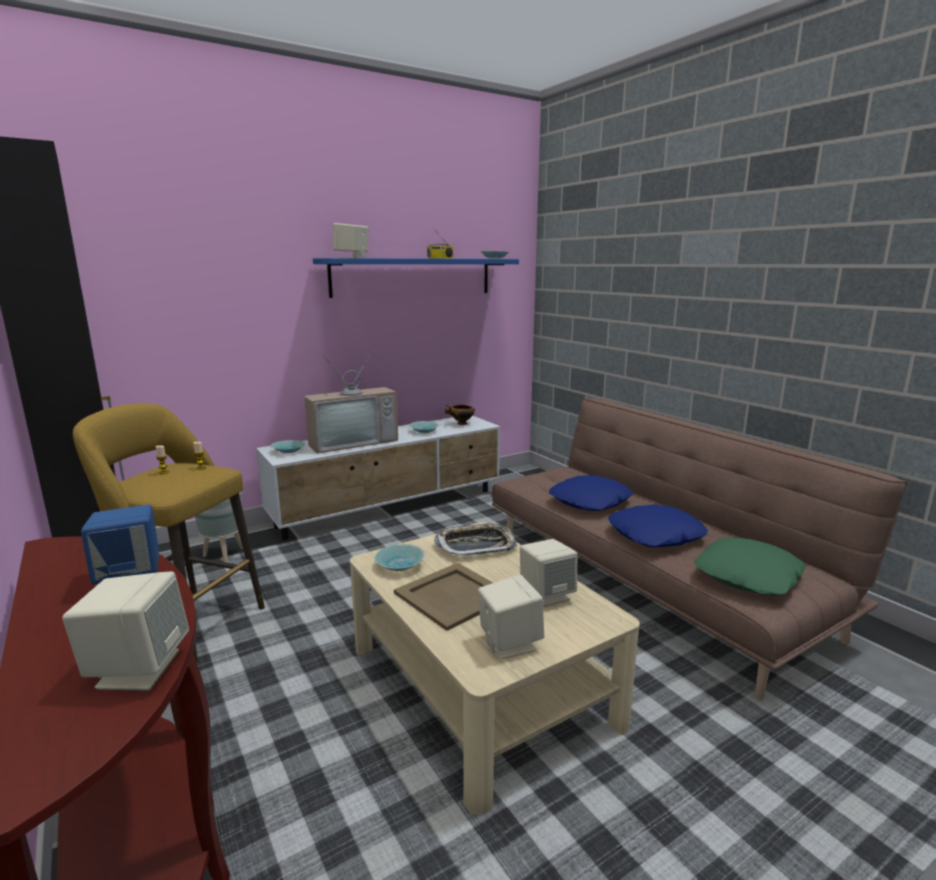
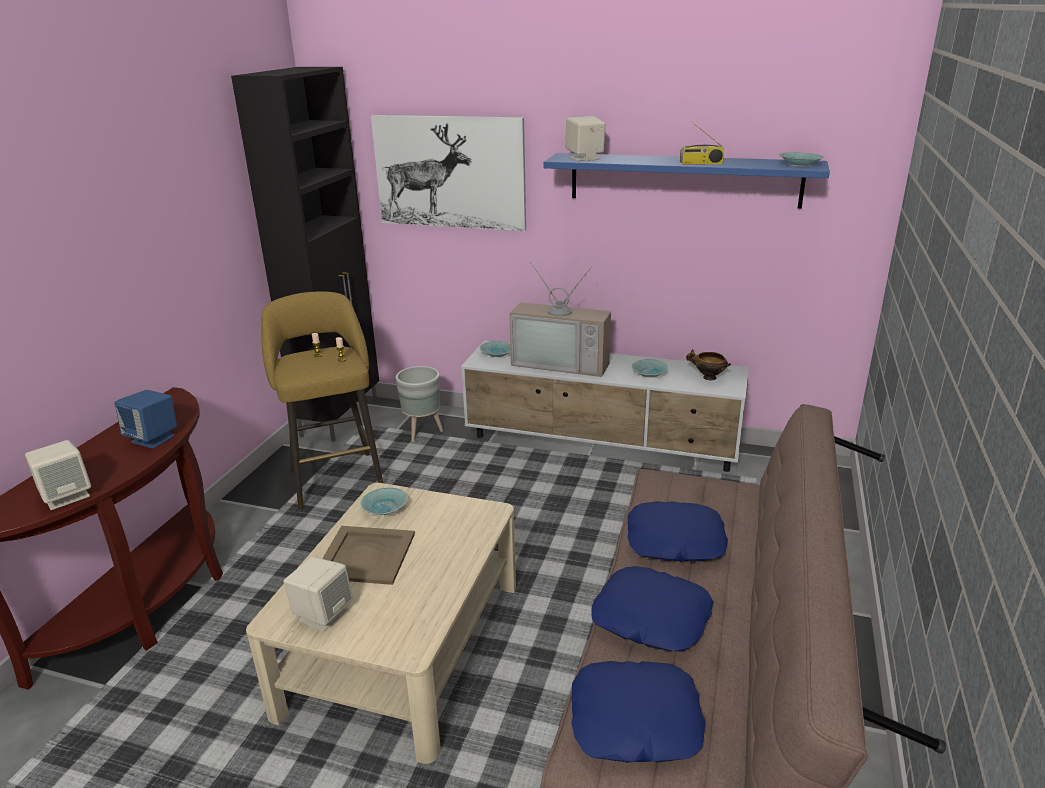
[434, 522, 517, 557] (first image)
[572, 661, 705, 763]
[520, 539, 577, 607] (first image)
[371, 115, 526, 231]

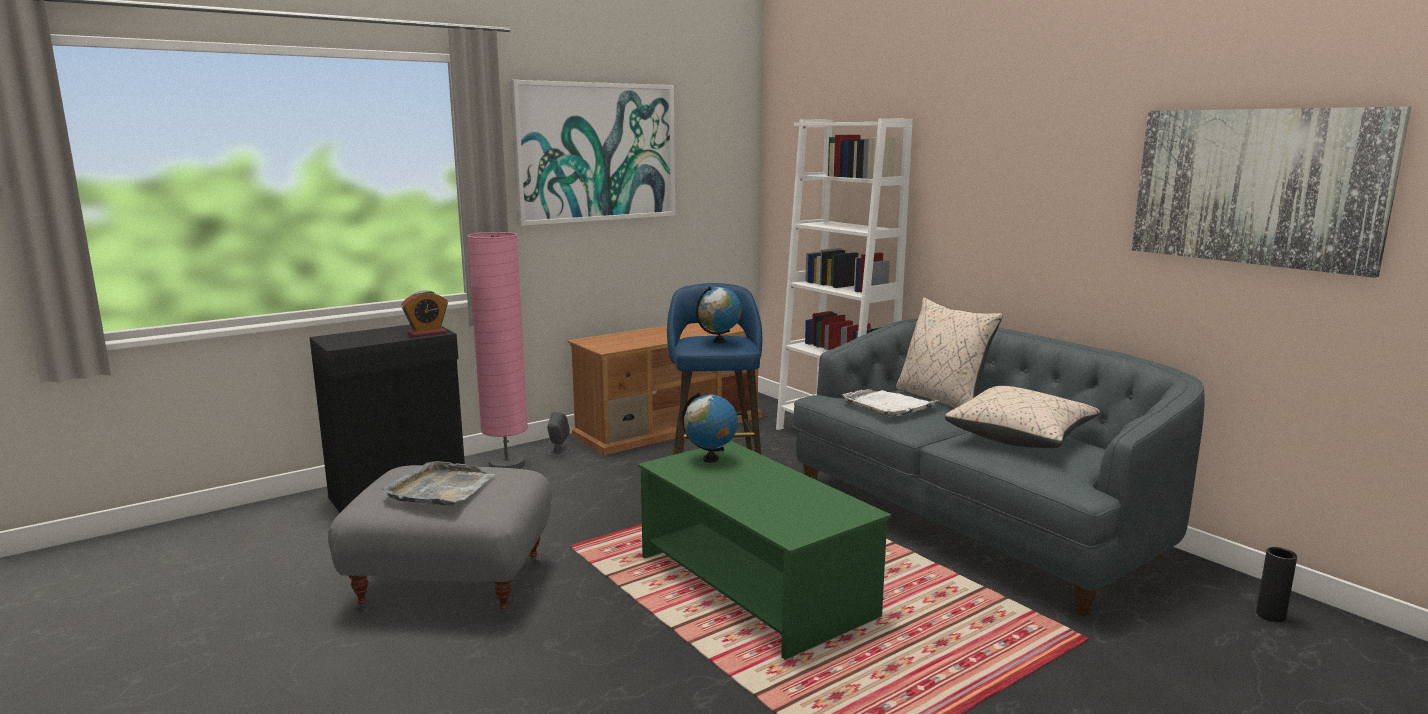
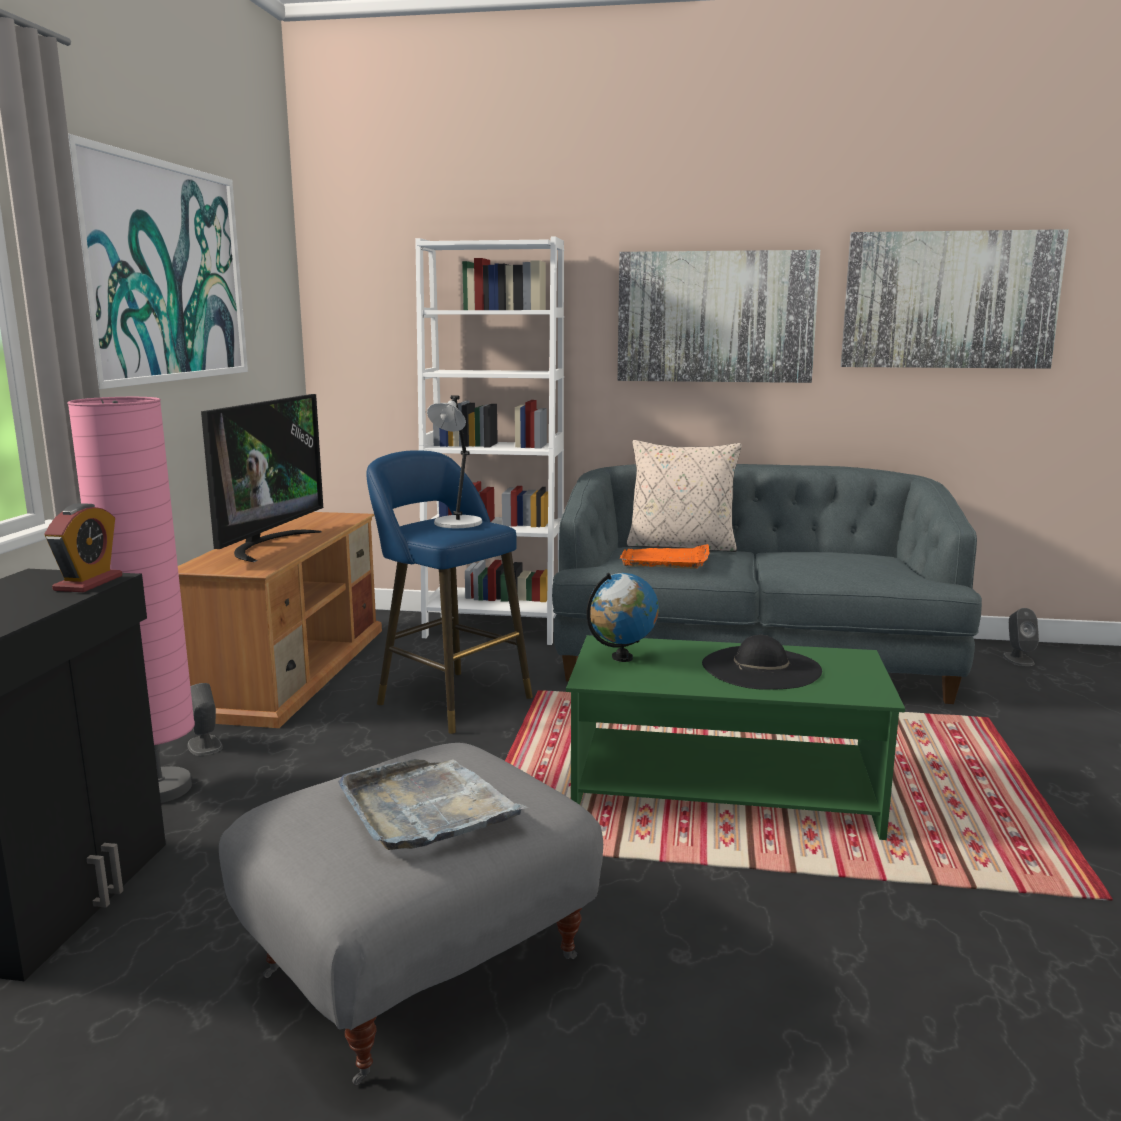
[427, 395, 482, 528]
[945, 386, 1100, 448] (first image)
[620, 544, 710, 569]
[1003, 608, 1039, 666]
[618, 250, 820, 383]
[201, 394, 323, 562]
[702, 635, 822, 690]

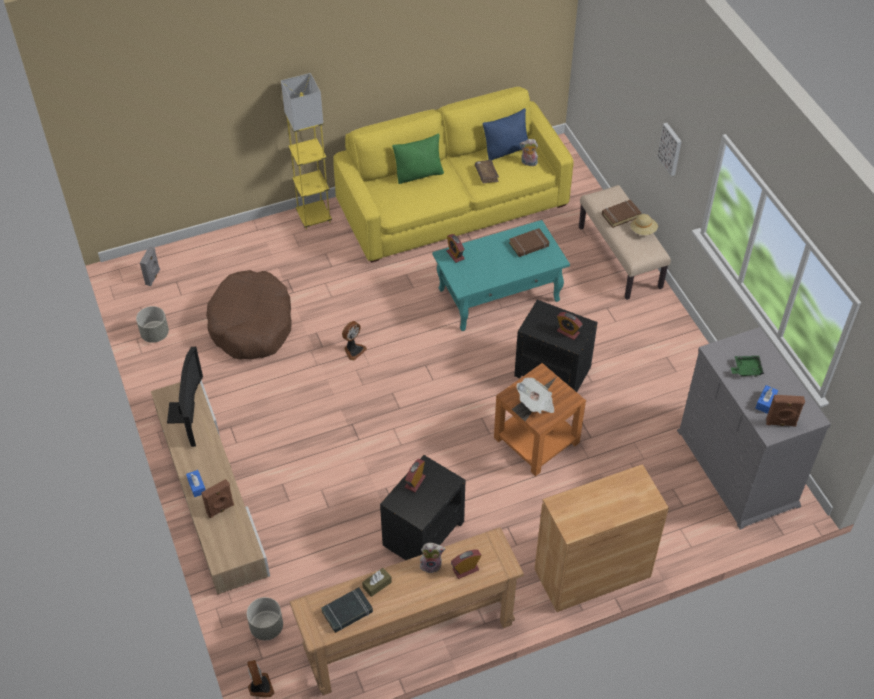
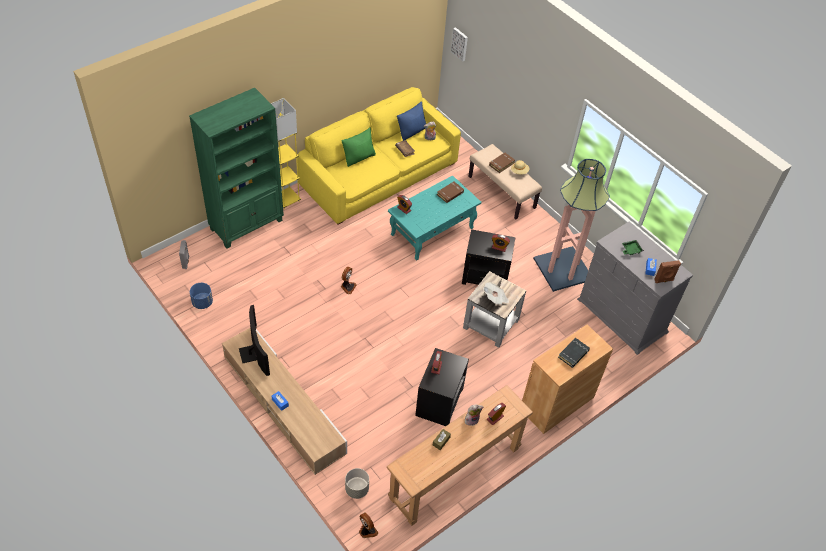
[451, 27, 468, 62]
[206, 270, 292, 360] (first image)
[190, 283, 213, 309]
[463, 271, 527, 348]
[201, 479, 234, 518] (first image)
[558, 338, 590, 368]
[189, 88, 284, 249]
[533, 159, 610, 292]

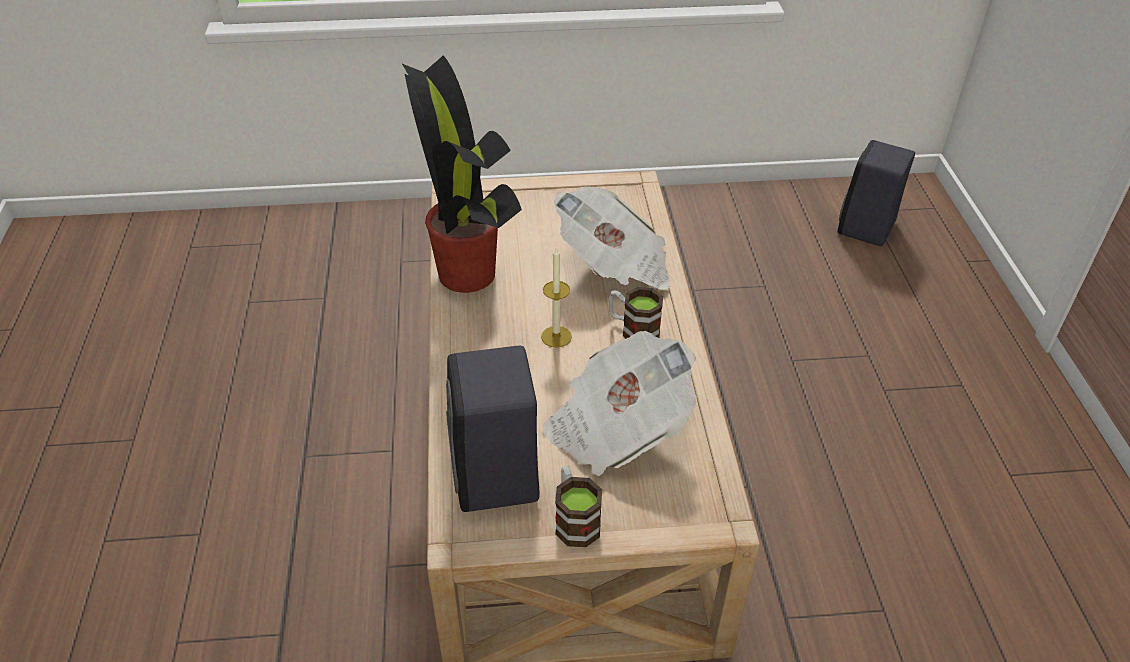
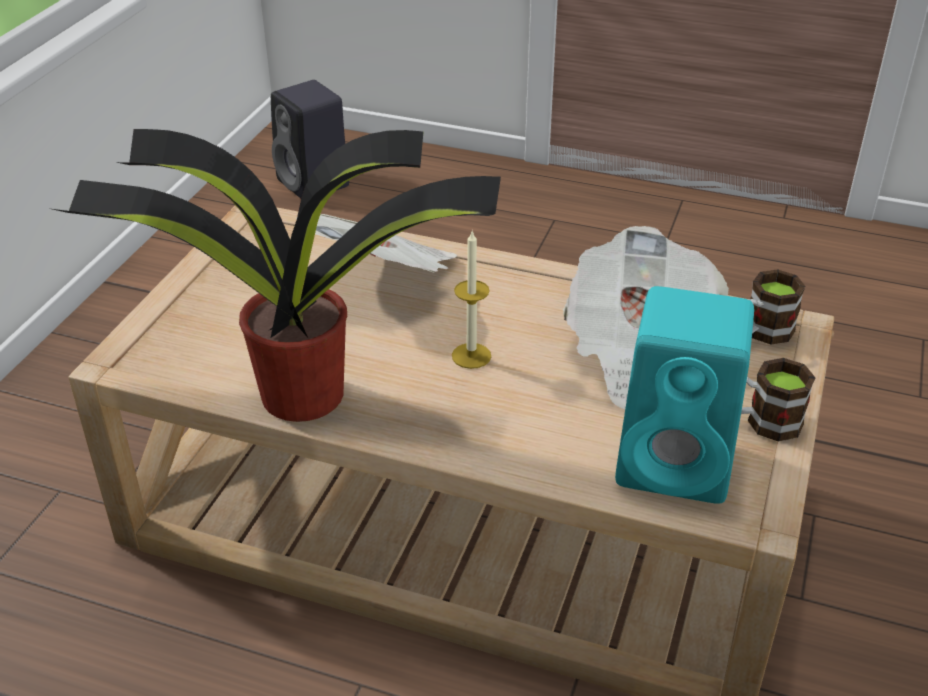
[748, 269, 806, 344]
[615, 286, 754, 504]

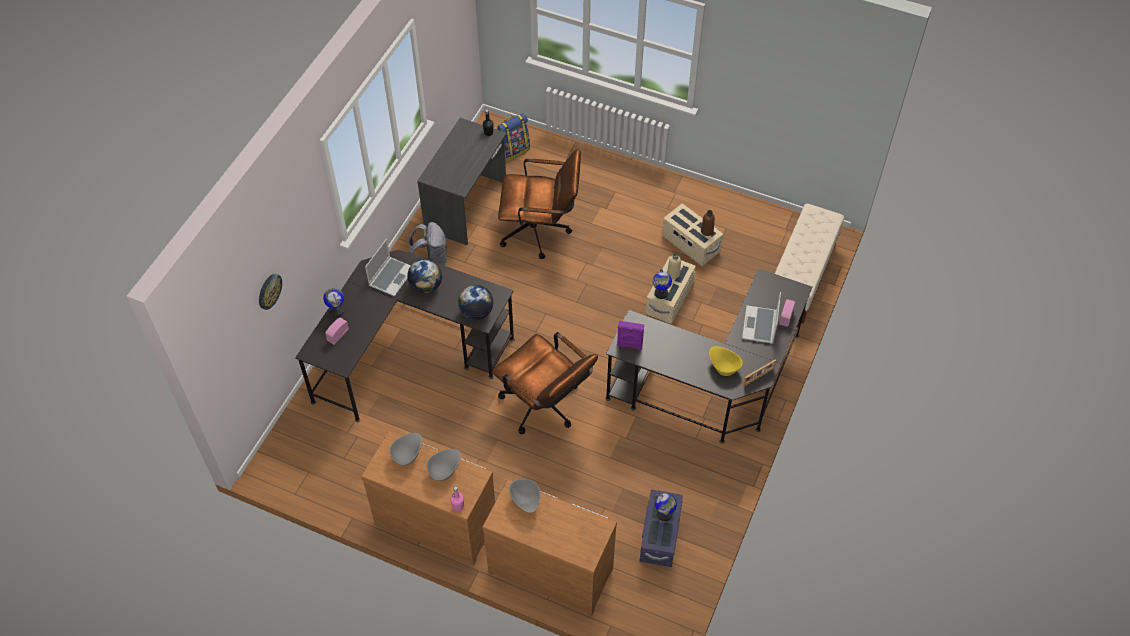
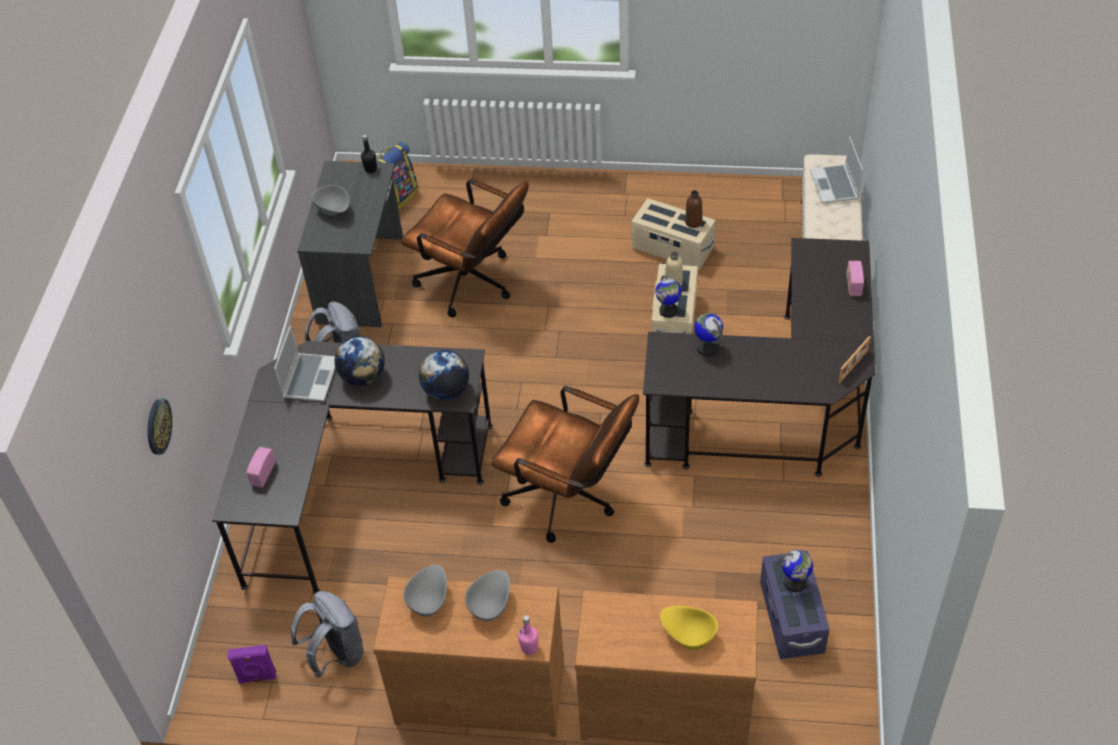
[401, 179, 529, 317]
[694, 313, 723, 356]
[810, 136, 863, 204]
[228, 645, 276, 684]
[660, 606, 718, 650]
[311, 185, 349, 215]
[291, 591, 363, 678]

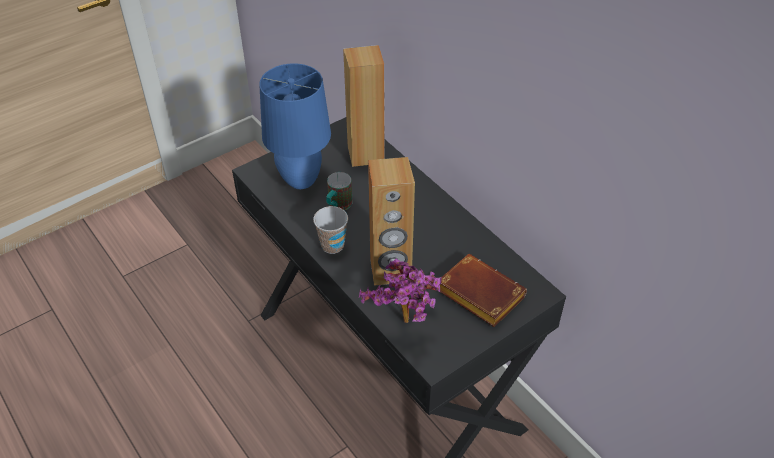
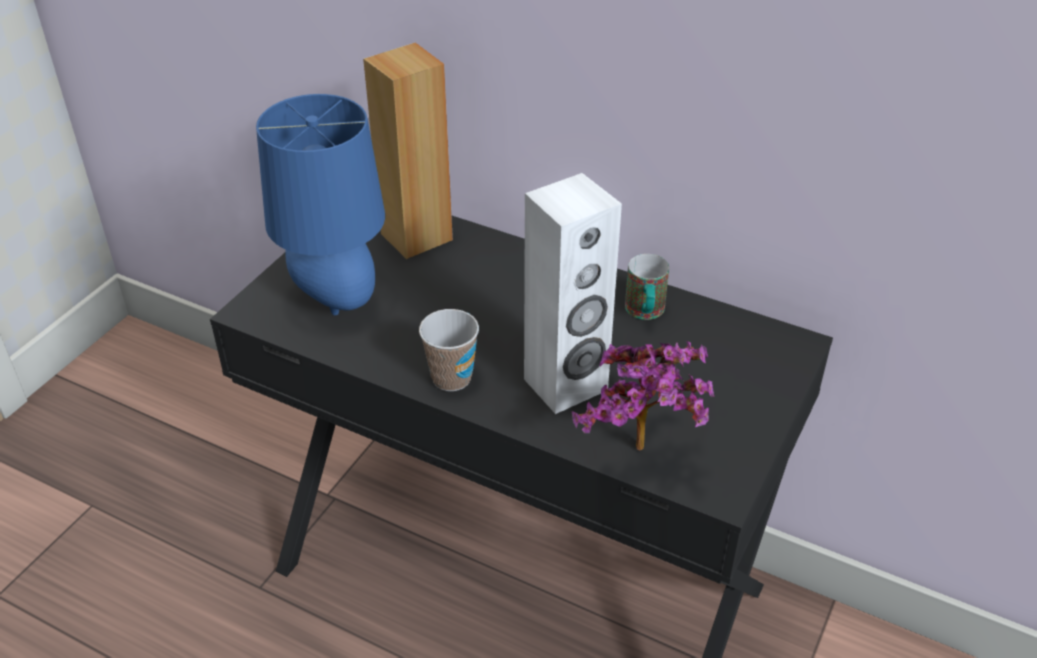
[524, 173, 622, 414]
[625, 254, 669, 320]
[440, 254, 527, 327] (first image)

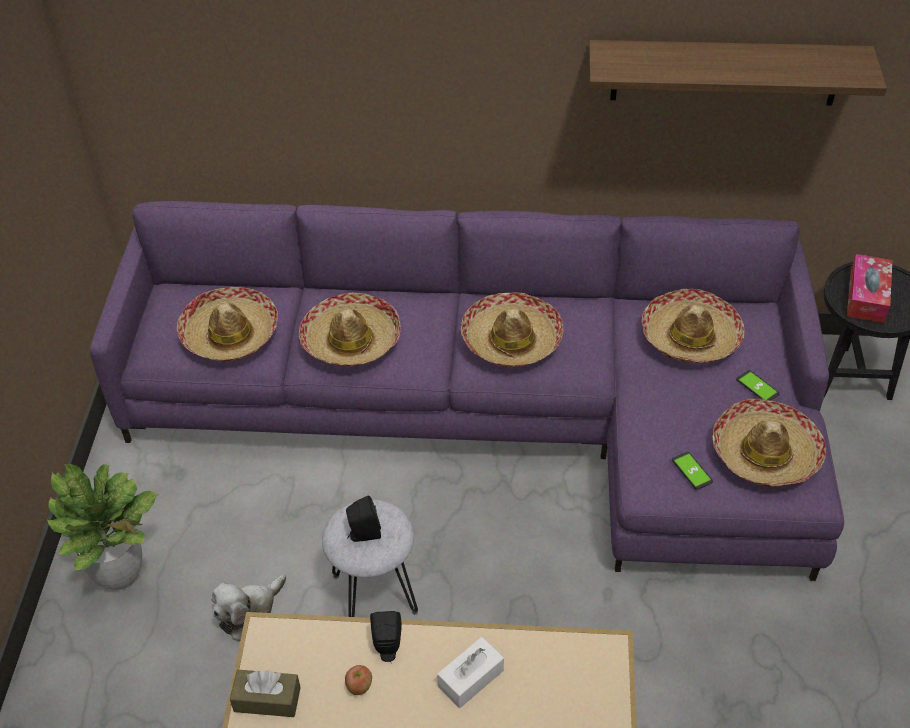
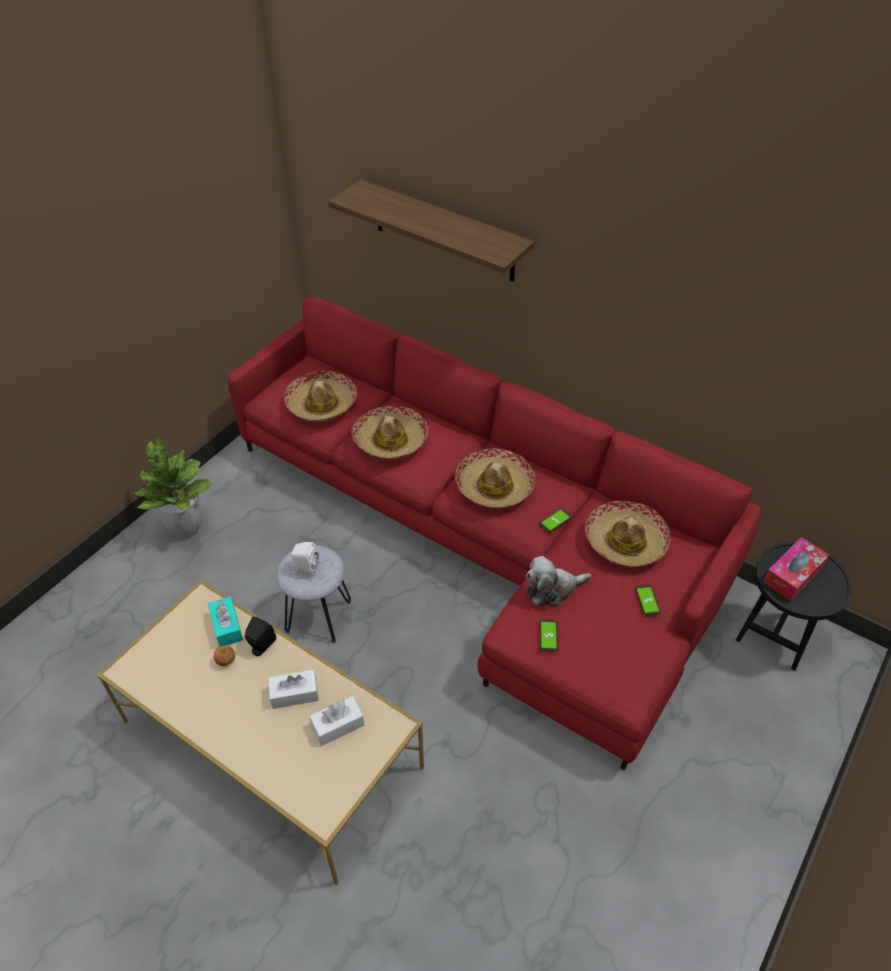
[328, 179, 535, 282]
[228, 297, 762, 770]
[713, 399, 826, 487] (first image)
[291, 542, 319, 576]
[526, 556, 591, 607]
[230, 670, 301, 717] (first image)
[539, 508, 572, 532]
[208, 596, 243, 646]
[309, 696, 365, 746]

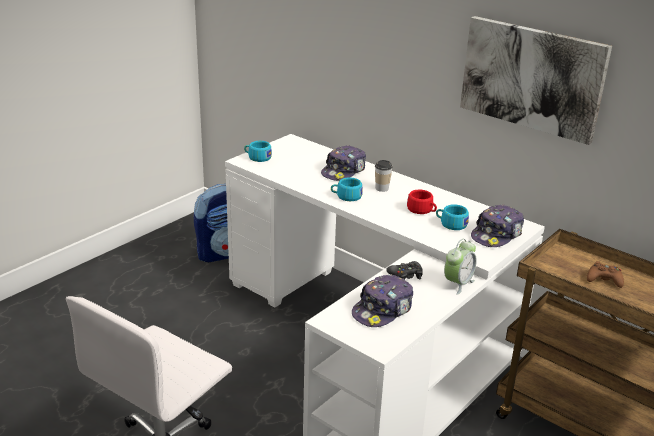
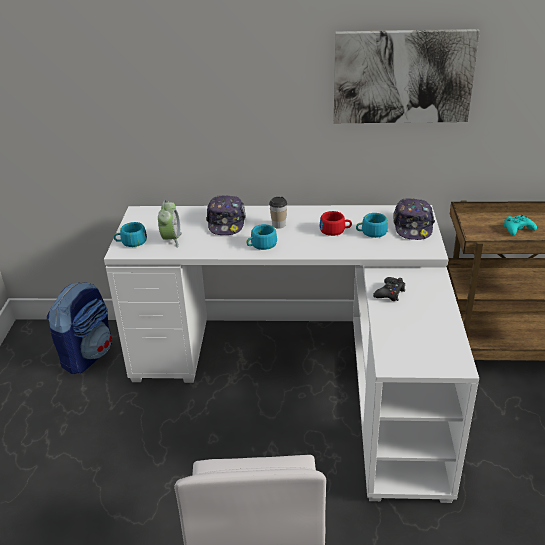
[158, 200, 182, 248]
[504, 215, 537, 235]
[352, 275, 413, 327] (first image)

